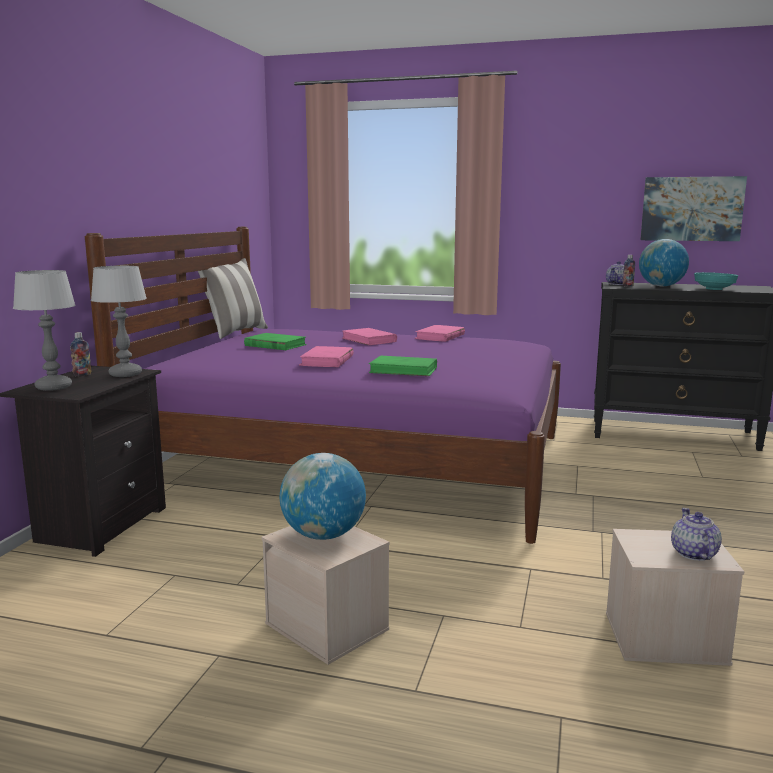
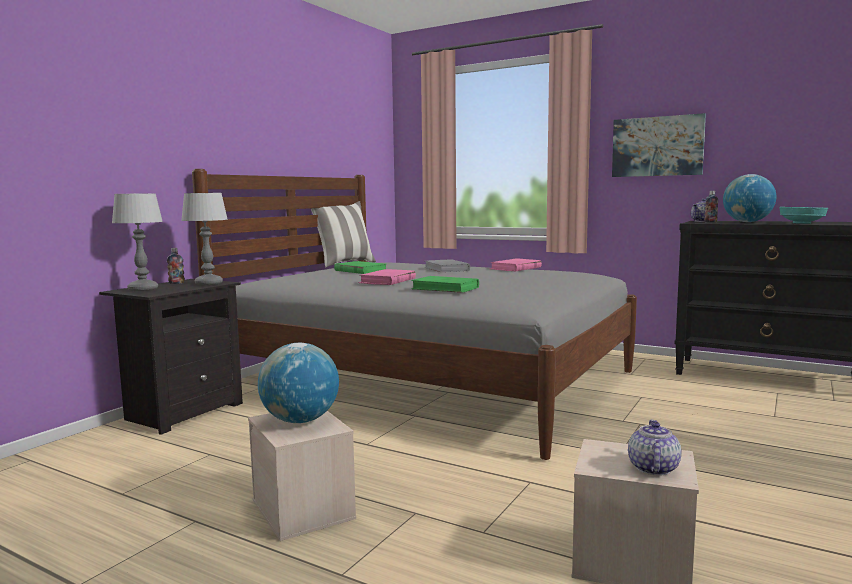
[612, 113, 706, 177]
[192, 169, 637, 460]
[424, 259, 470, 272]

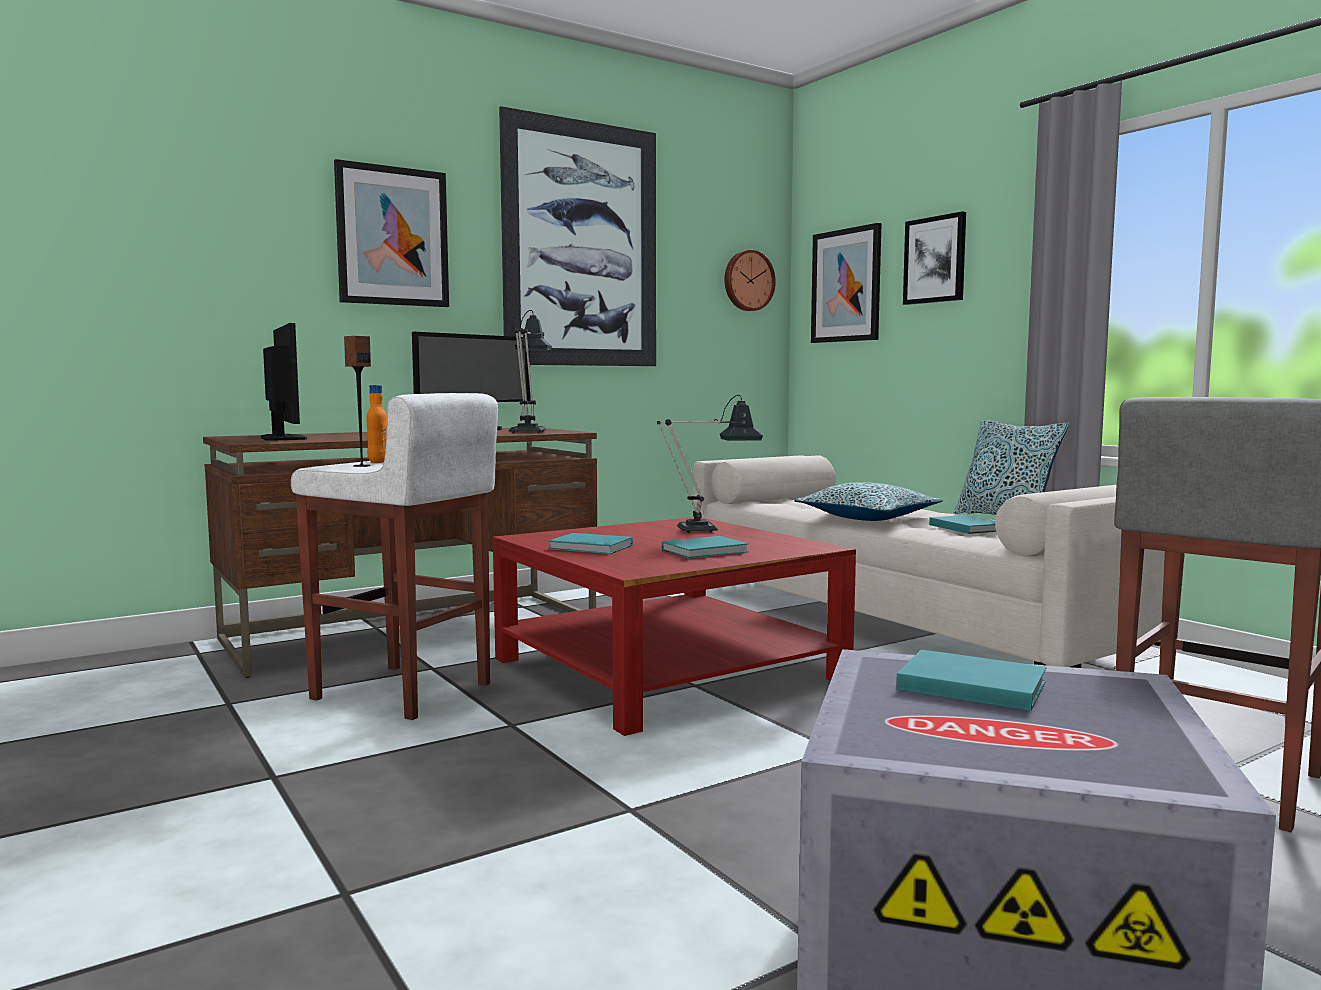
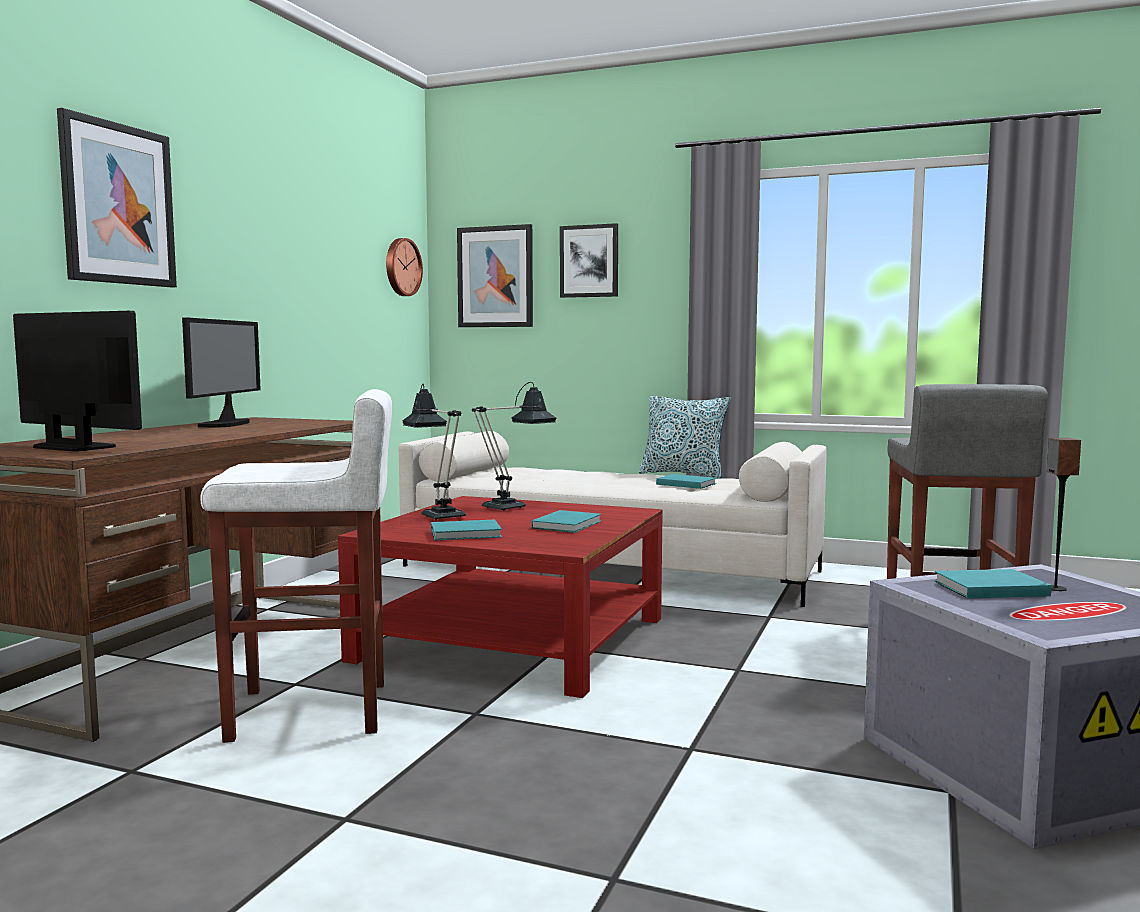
[499, 106, 656, 366] (first image)
[402, 384, 466, 520]
[1047, 438, 1081, 591]
[366, 385, 387, 463] (first image)
[795, 482, 943, 521] (first image)

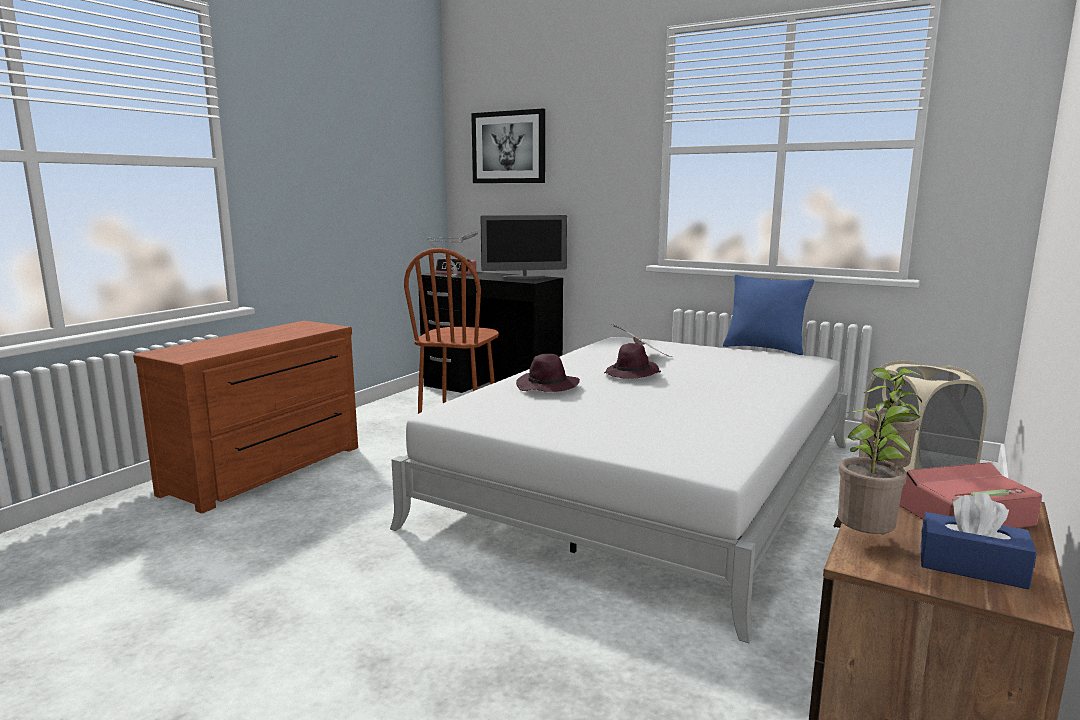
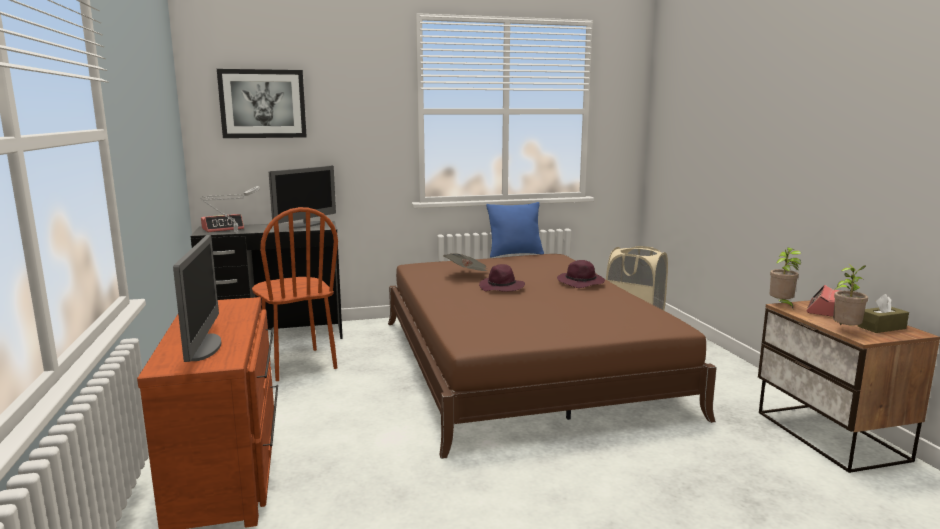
[388, 254, 717, 459]
[557, 260, 605, 288]
[857, 294, 909, 333]
[173, 235, 221, 362]

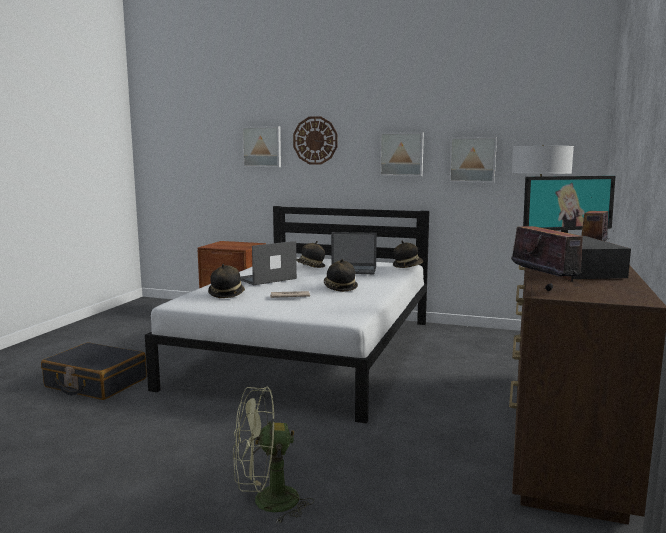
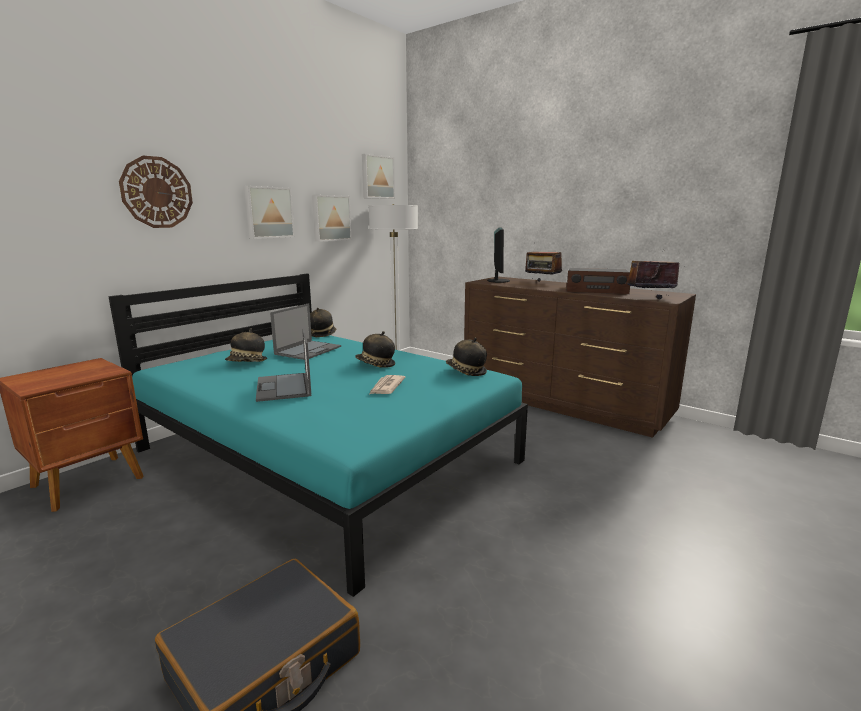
[362, 154, 395, 199]
[108, 274, 528, 597]
[446, 338, 487, 376]
[233, 387, 314, 523] (first image)

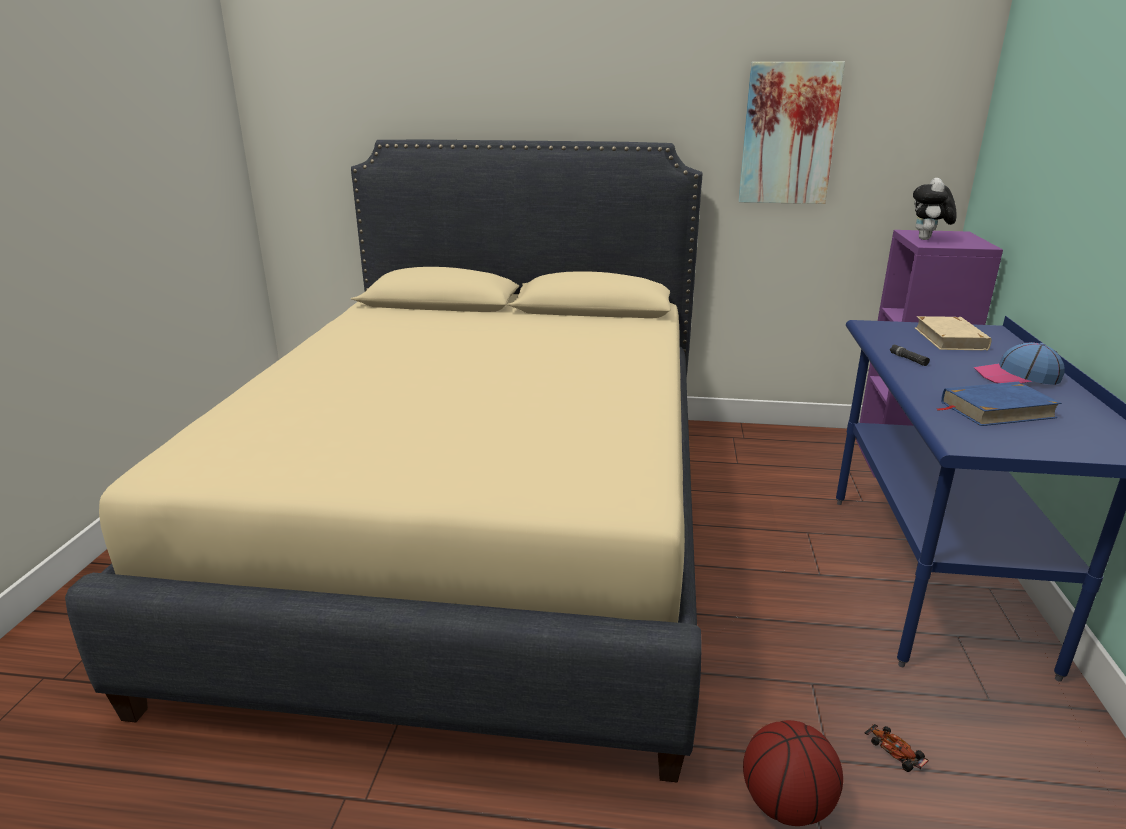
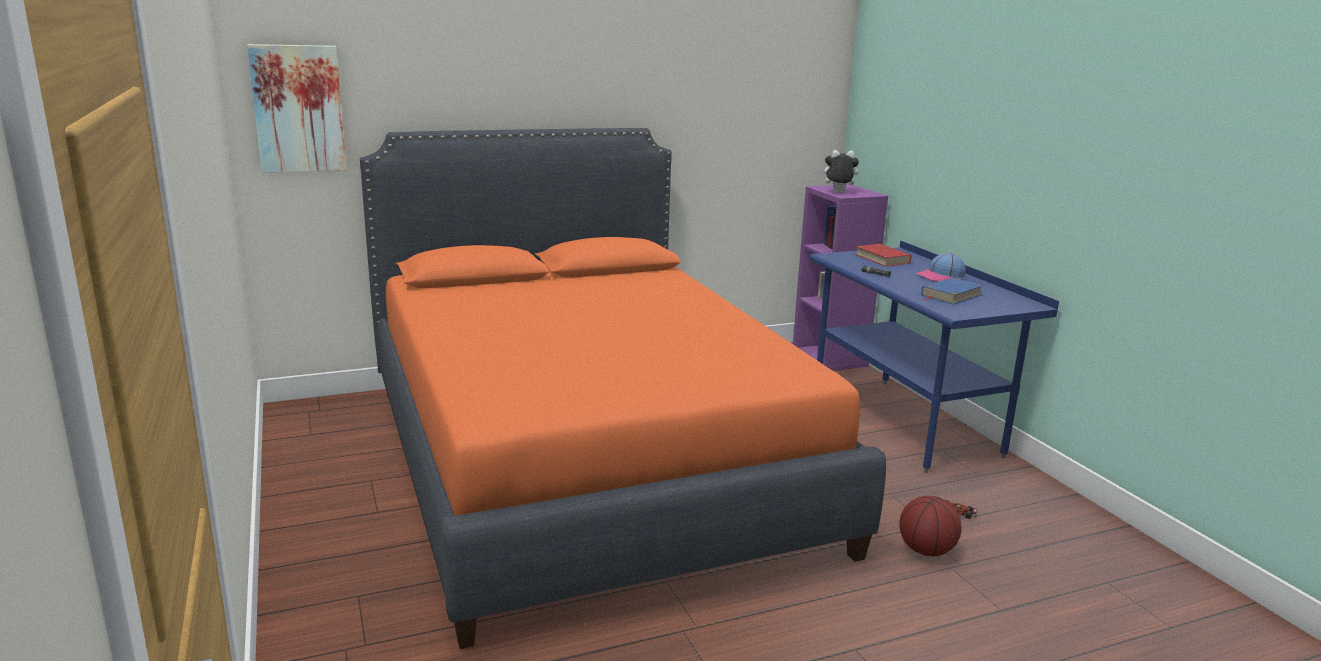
[247, 44, 347, 173]
[360, 128, 886, 649]
[819, 150, 859, 192]
[855, 244, 911, 266]

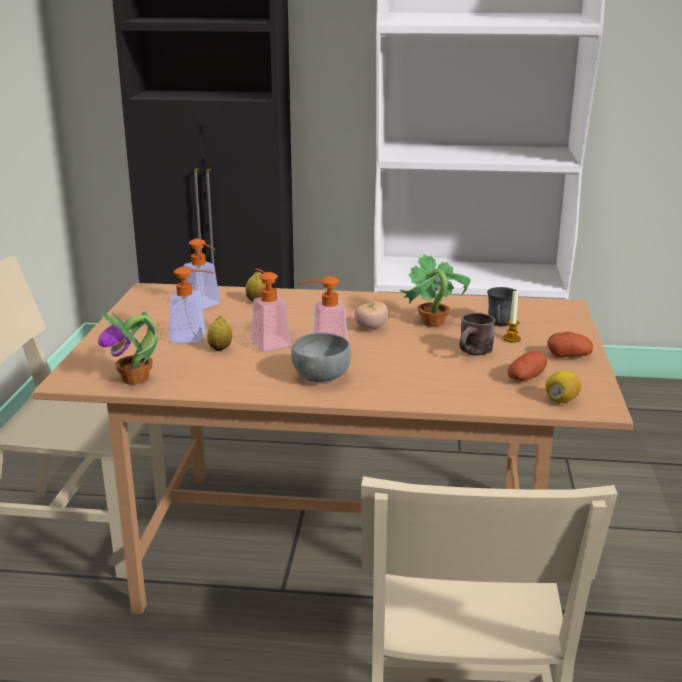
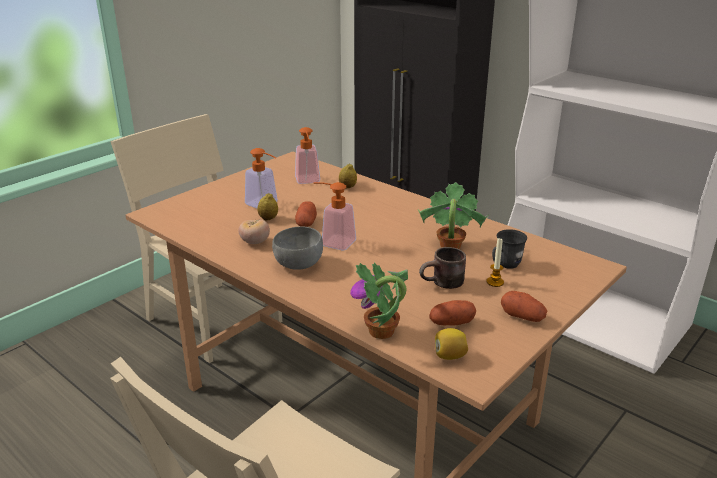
[295, 201, 317, 227]
[238, 219, 270, 244]
[350, 262, 408, 339]

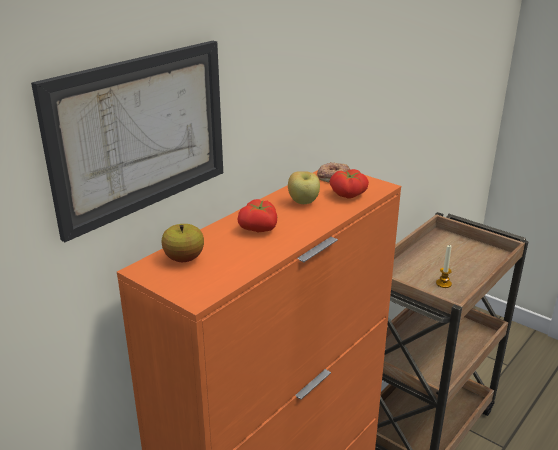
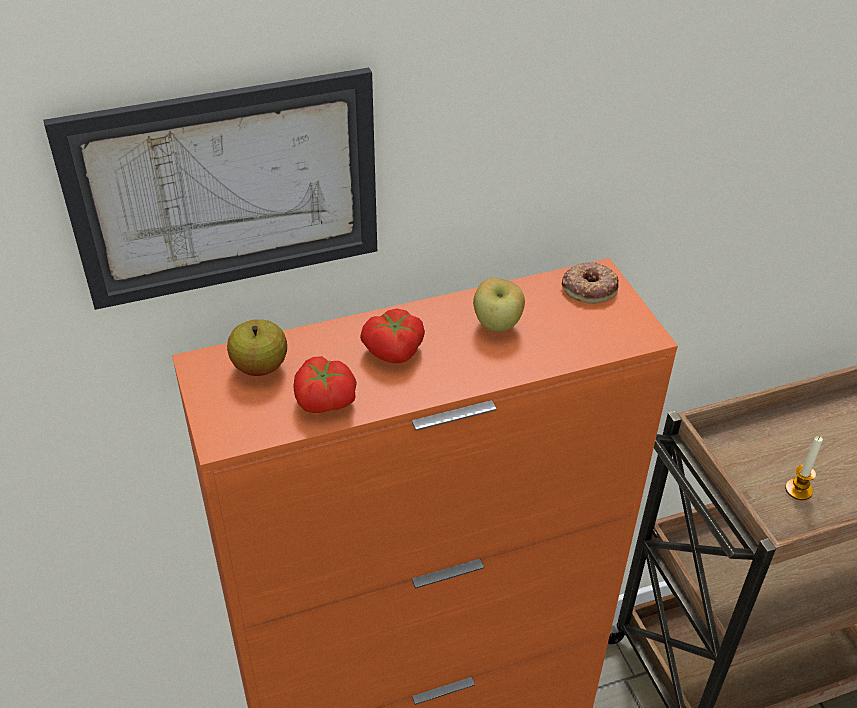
[293, 356, 357, 413]

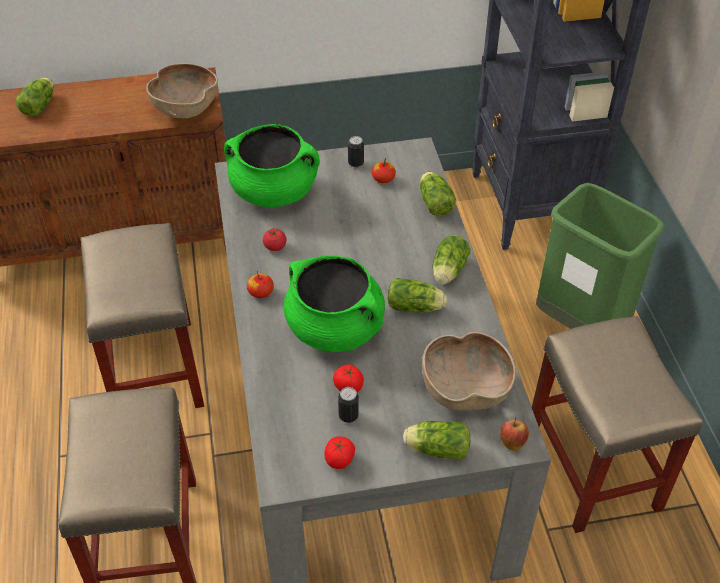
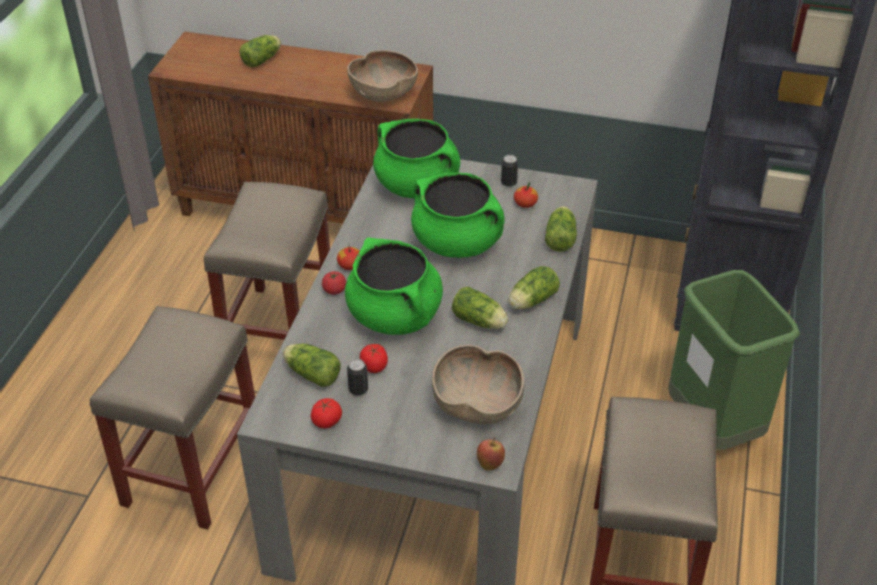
[322, 271, 346, 295]
[283, 343, 341, 387]
[411, 173, 505, 258]

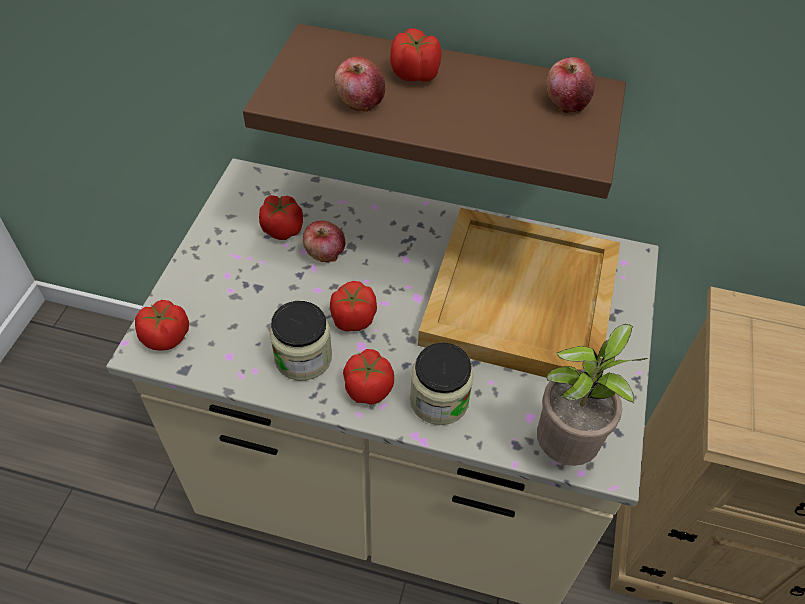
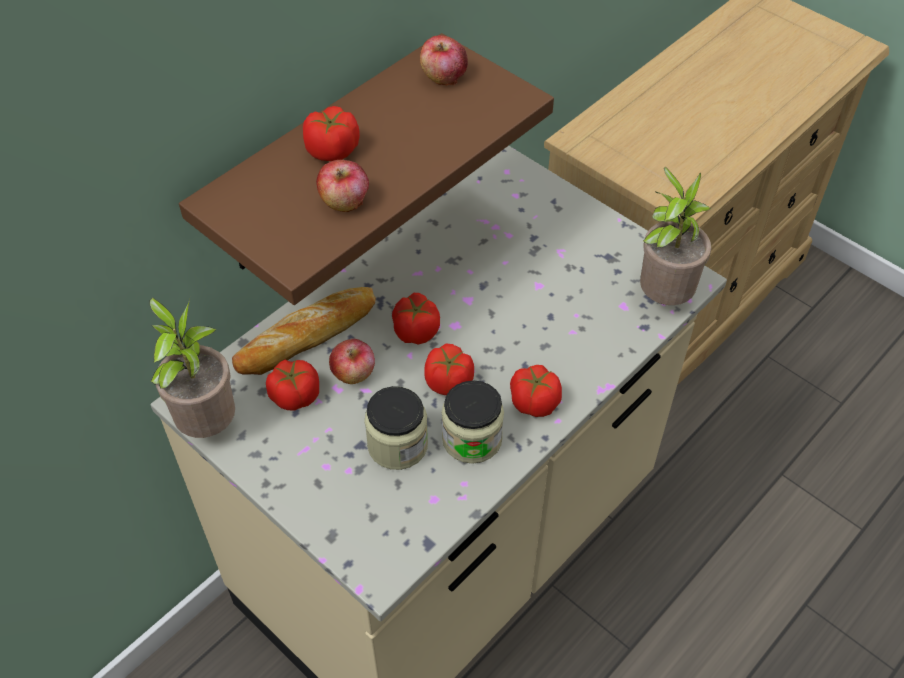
[418, 208, 620, 378] (first image)
[392, 293, 440, 345]
[364, 386, 428, 470]
[232, 287, 376, 375]
[149, 298, 235, 438]

